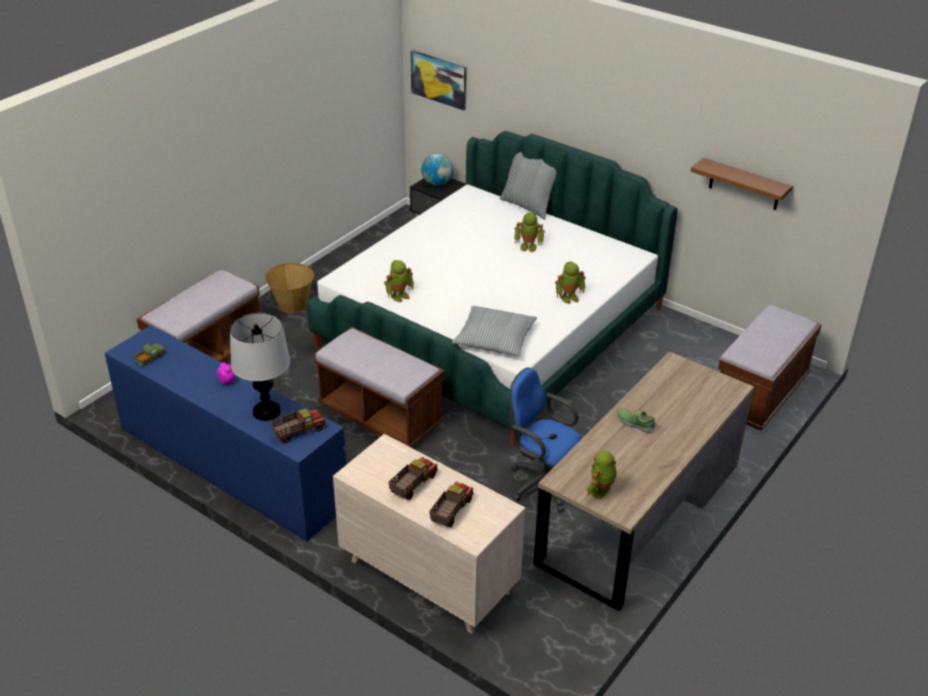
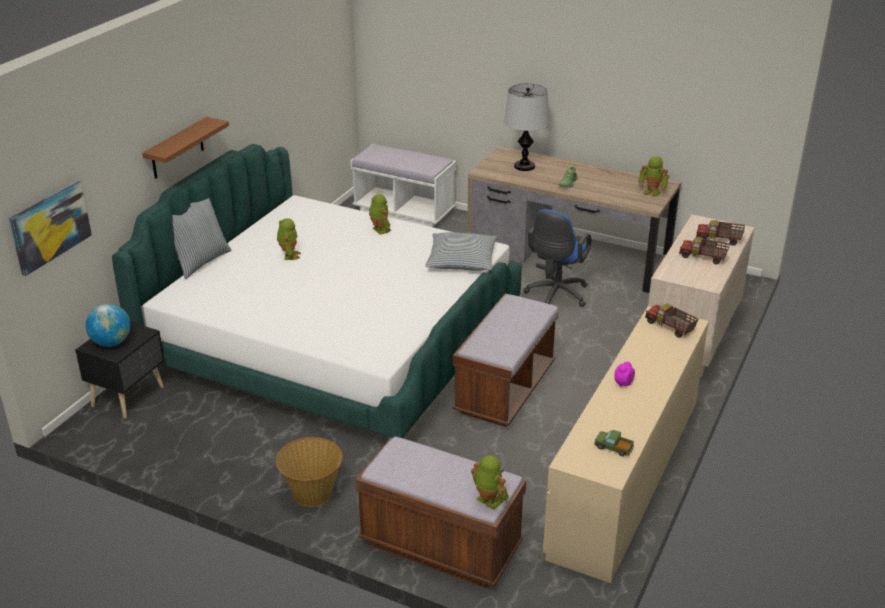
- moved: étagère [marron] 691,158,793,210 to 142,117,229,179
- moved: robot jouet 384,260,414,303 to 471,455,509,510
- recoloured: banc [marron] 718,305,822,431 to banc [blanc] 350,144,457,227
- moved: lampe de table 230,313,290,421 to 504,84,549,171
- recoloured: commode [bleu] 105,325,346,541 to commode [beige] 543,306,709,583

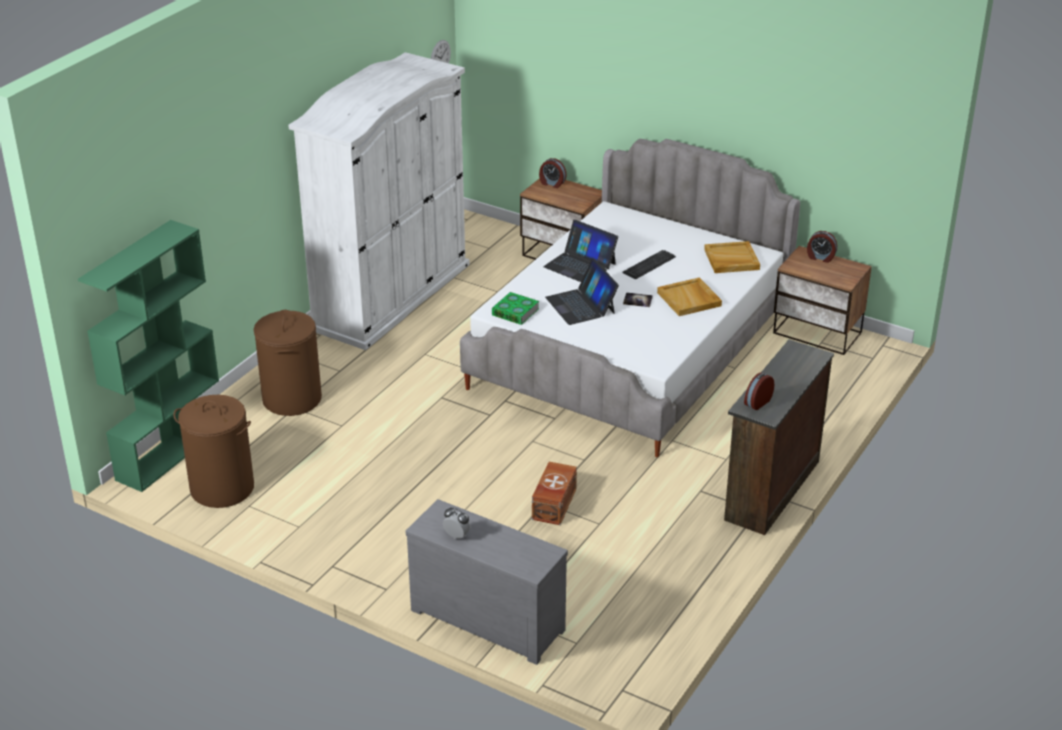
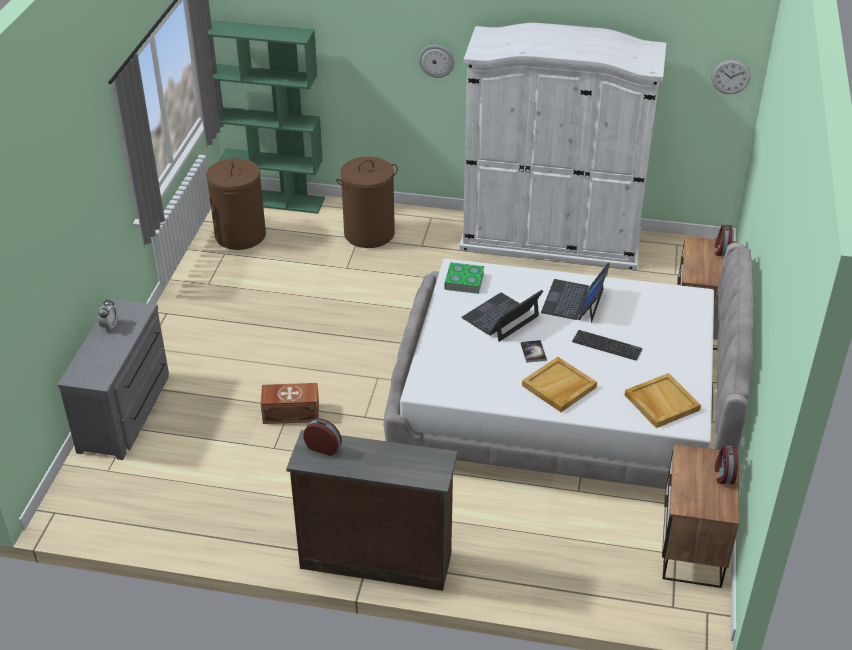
- added: horloge murale 418,45,455,78

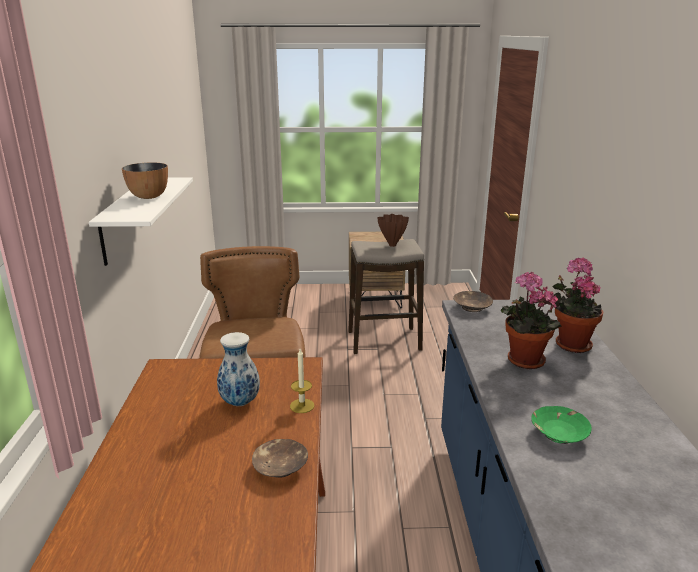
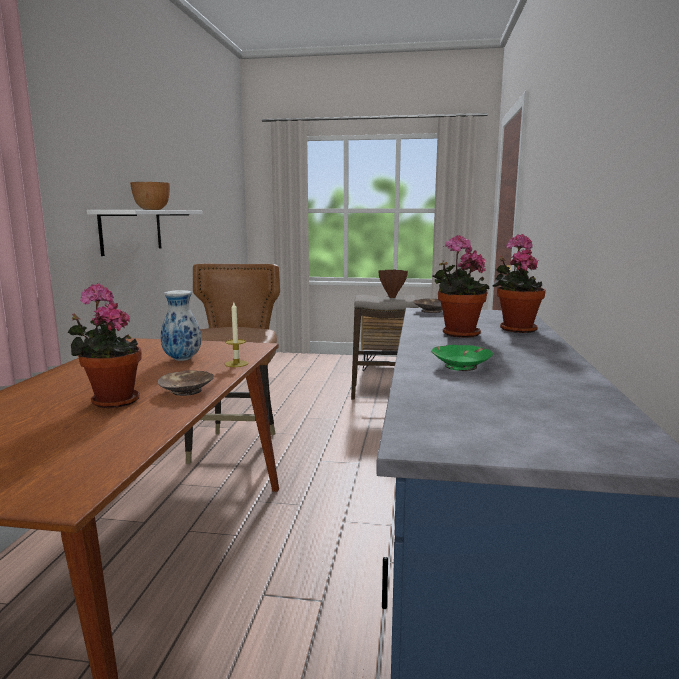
- added: plante en pot 68,284,142,408

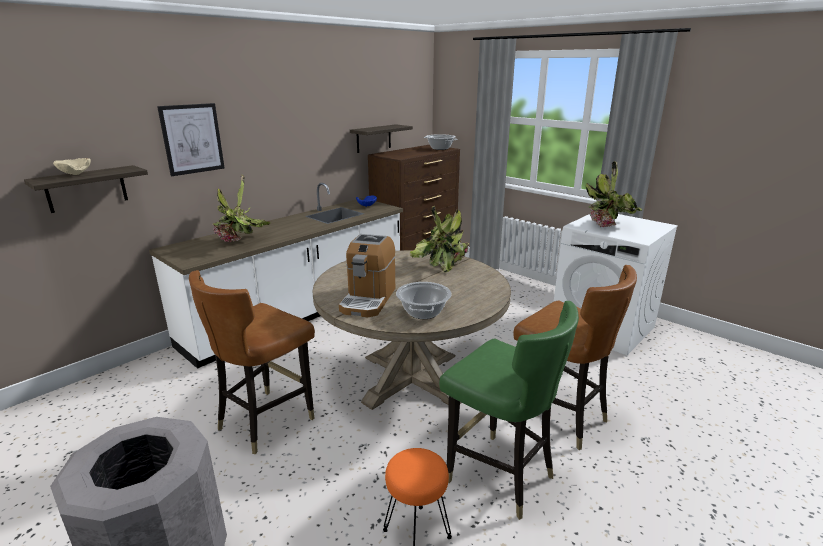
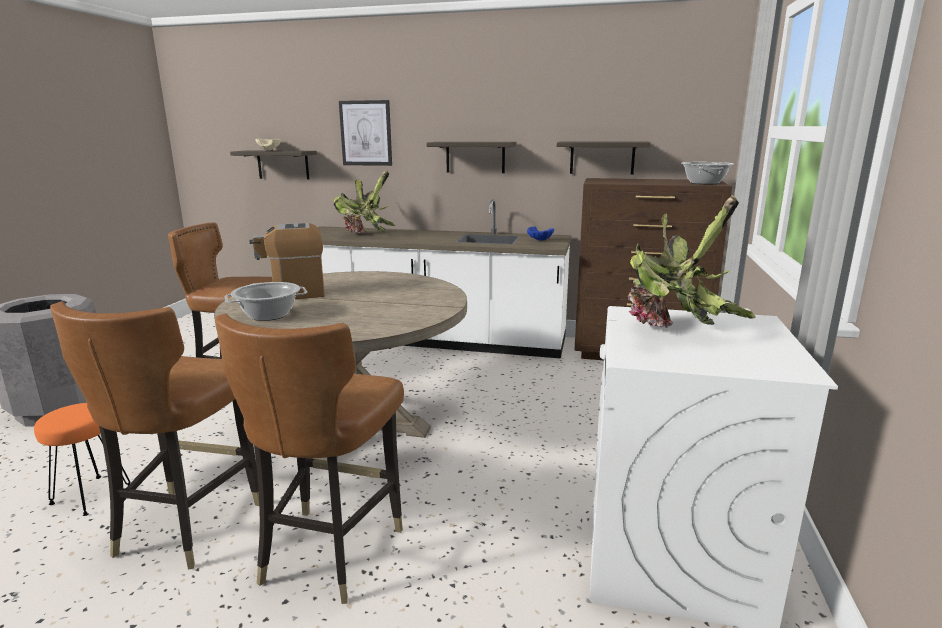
- removed: plante en pot 410,206,469,272
- recoloured: chaise [vert] 439,301,579,520 to chaise [marron] 50,301,259,570
- added: étagère 426,142,516,173

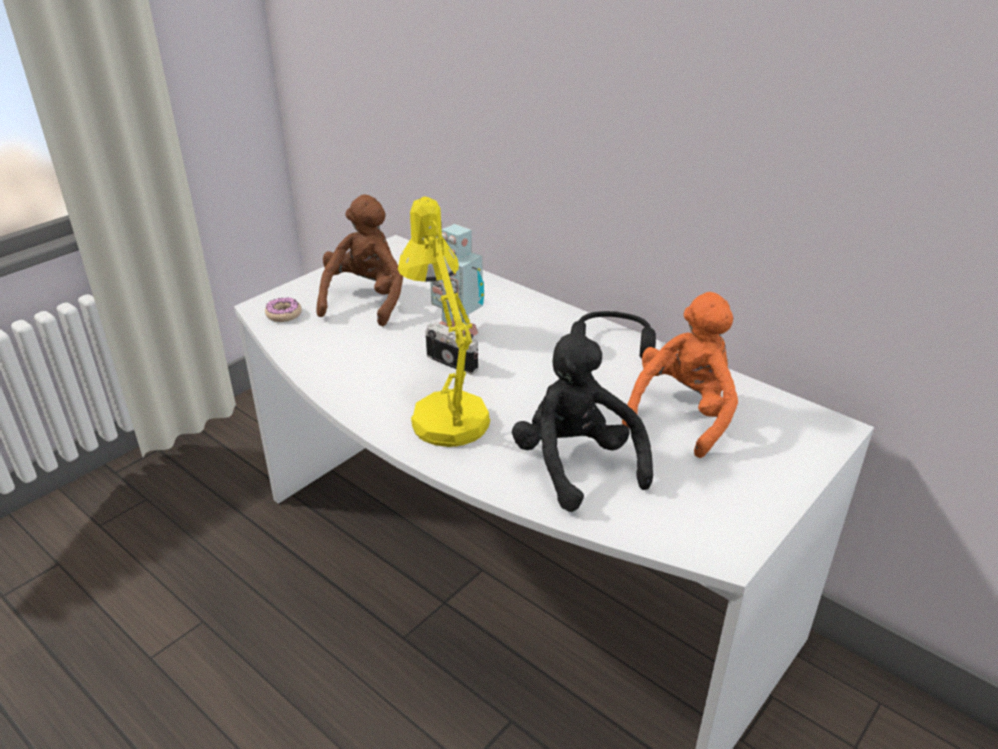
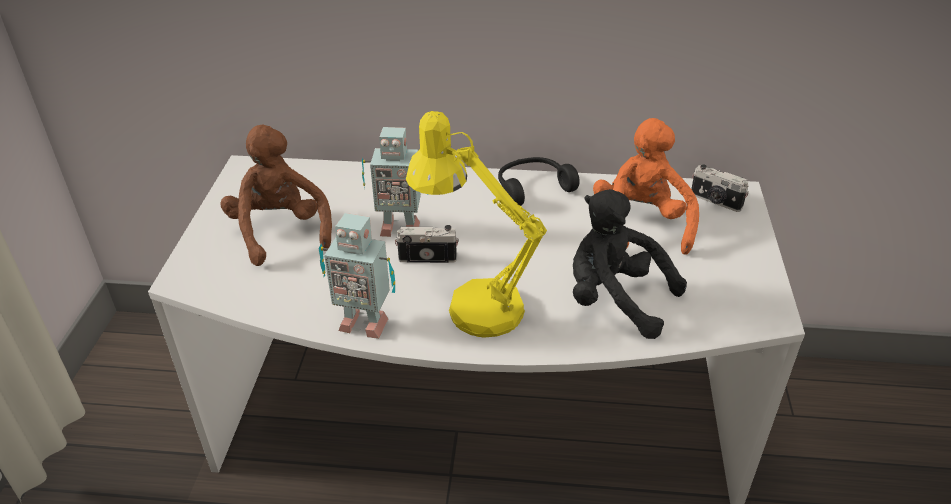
- removed: beignet 265,298,302,322
- added: appareil photo 691,164,749,212
- added: robot jouet 319,213,395,339

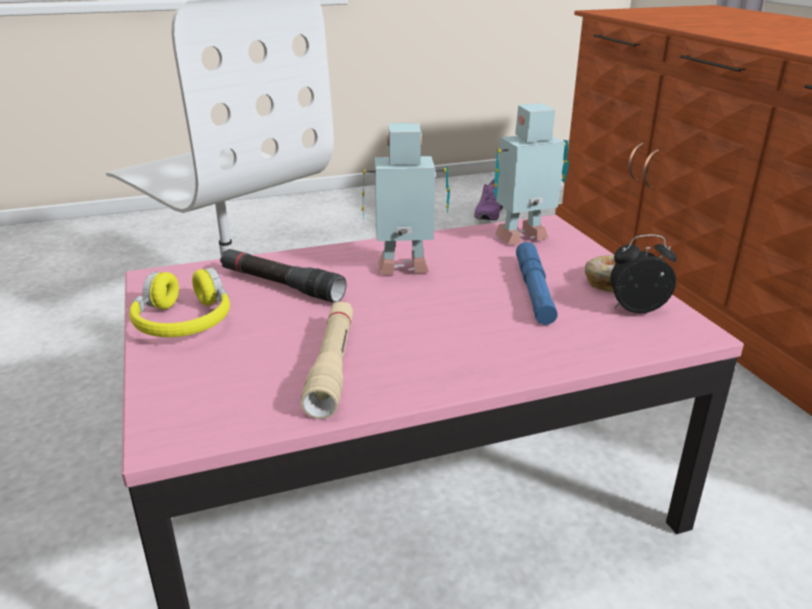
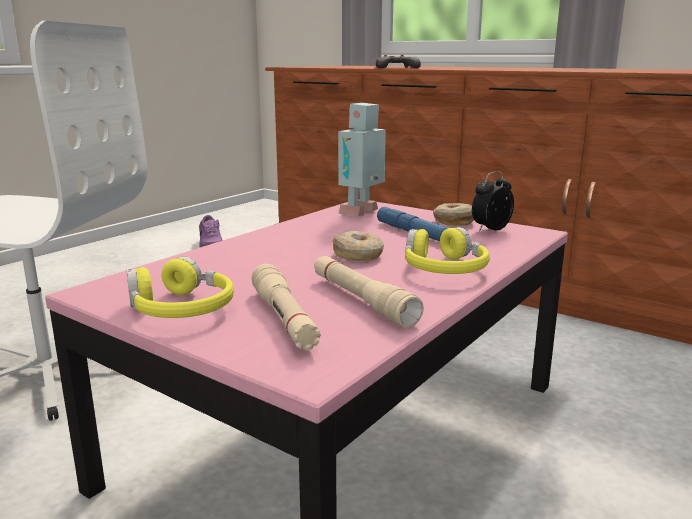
- removed: robot jouet 362,123,450,275
- removed: lampe de poche [noir] 220,249,346,303
- added: manette [gris] 376,55,421,68
- added: casque audio [jaune] 405,227,490,274
- added: beignet 332,231,384,261
- added: lampe de poche [beige] 252,264,321,350

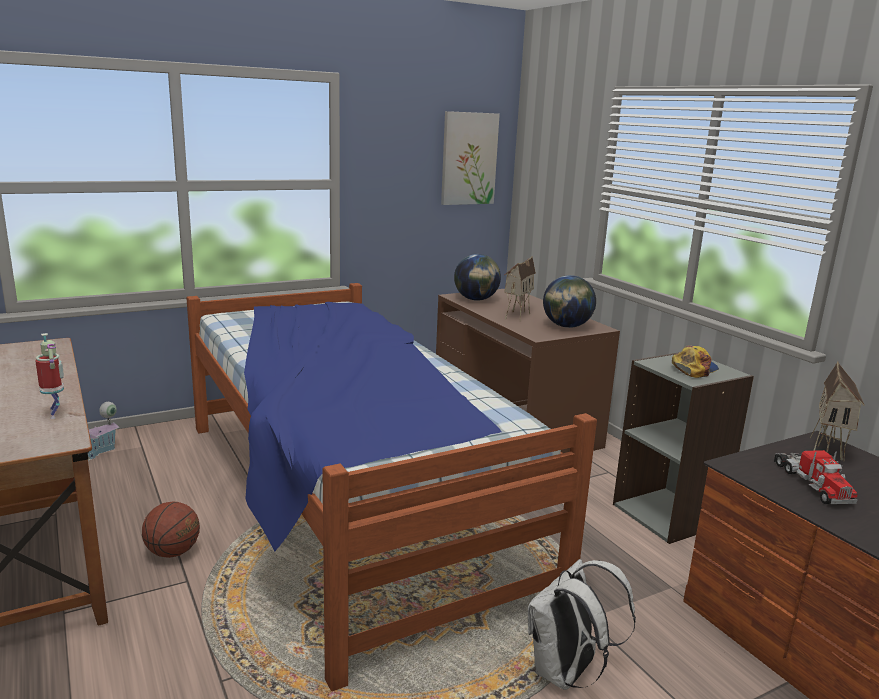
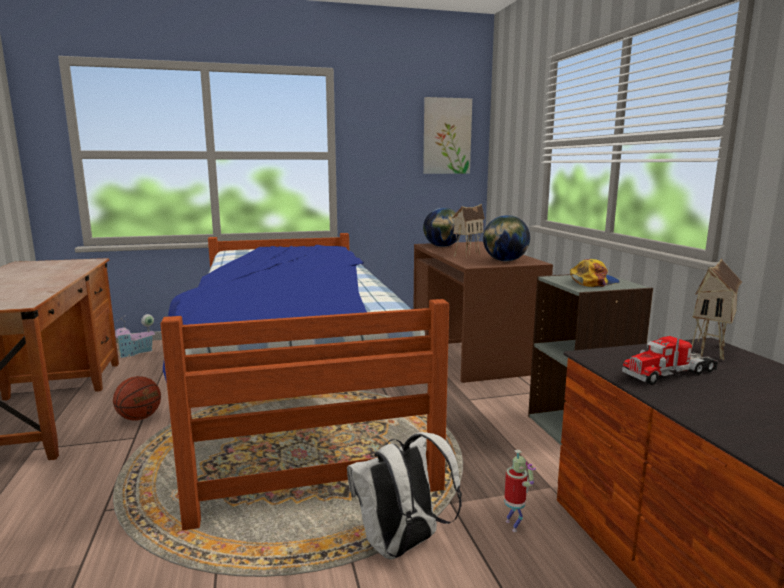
- moved: robot jouet 35,333,64,419 to 504,450,536,532
- turned: camion jouet 774,450,858,504 = 622,331,718,385 60 degrees clockwise

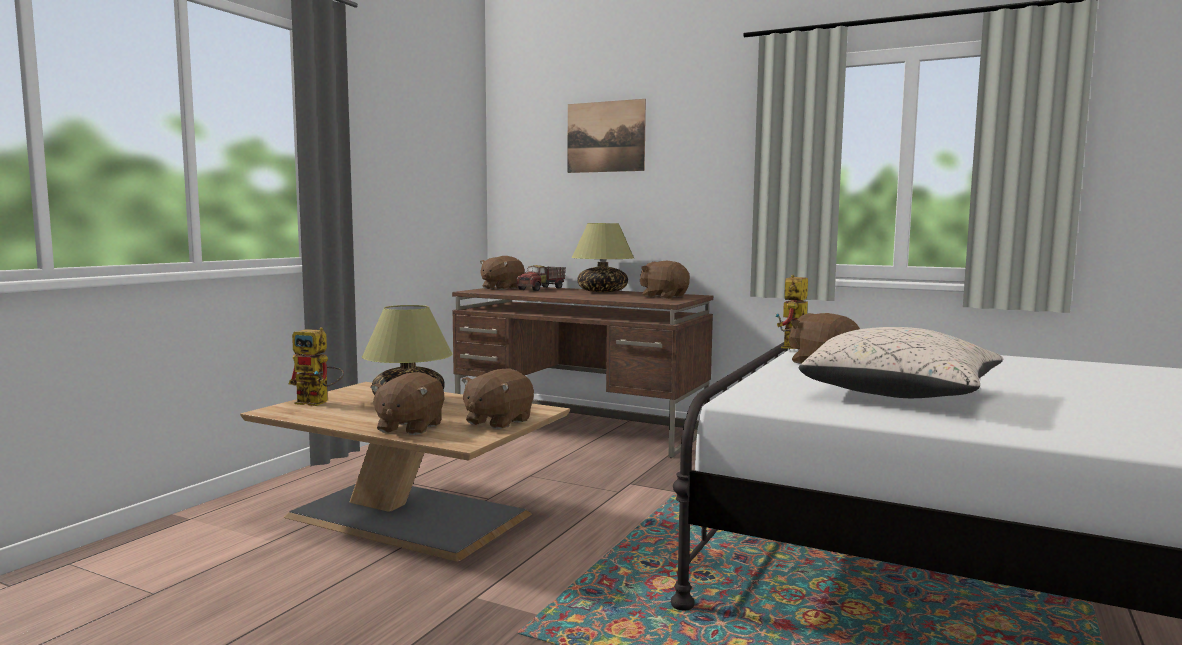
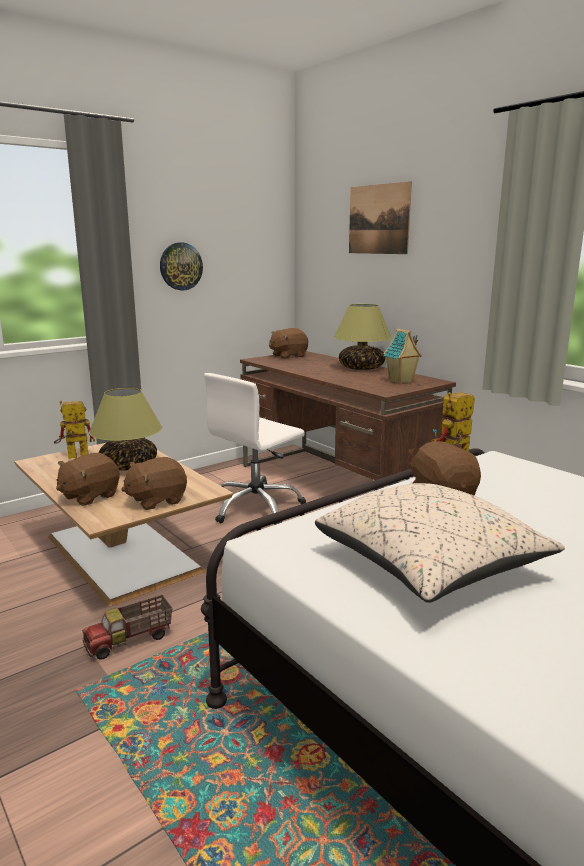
- replaced: peluche [marron] 640,261,690,299 to maison miniature 383,329,422,384
- moved: camion jouet 516,265,566,291 to 82,595,172,660
- turned: robot jouet 289,327,344,406 = 54,401,95,458 120 degrees clockwise
- added: horloge murale 160,243,203,290
- added: chaise de bureau [blanc] 204,373,306,525

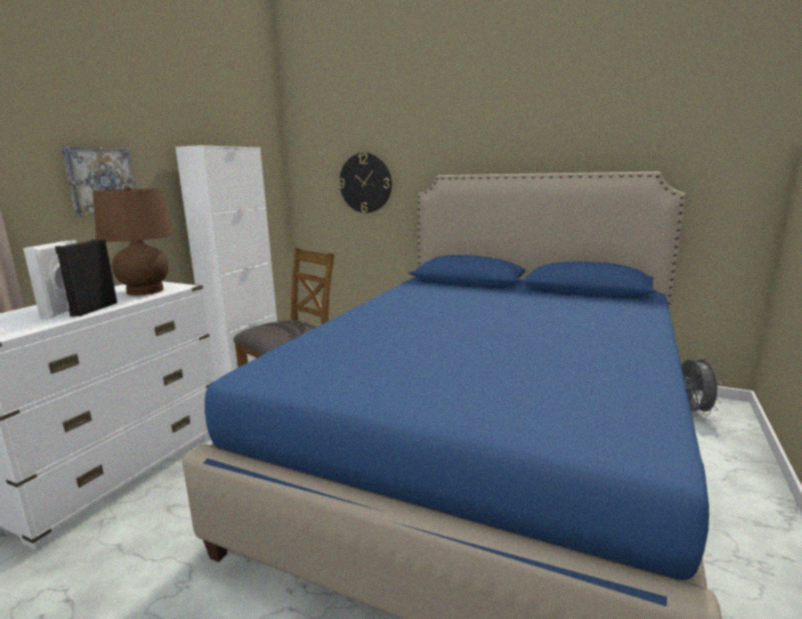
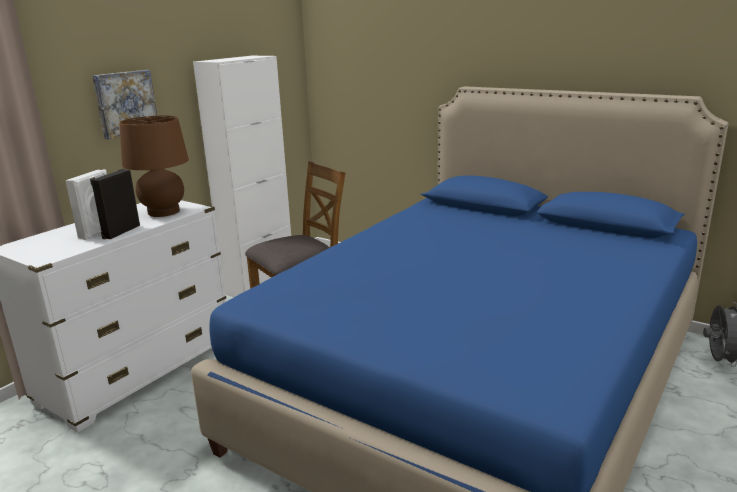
- removed: horloge murale 339,153,392,213

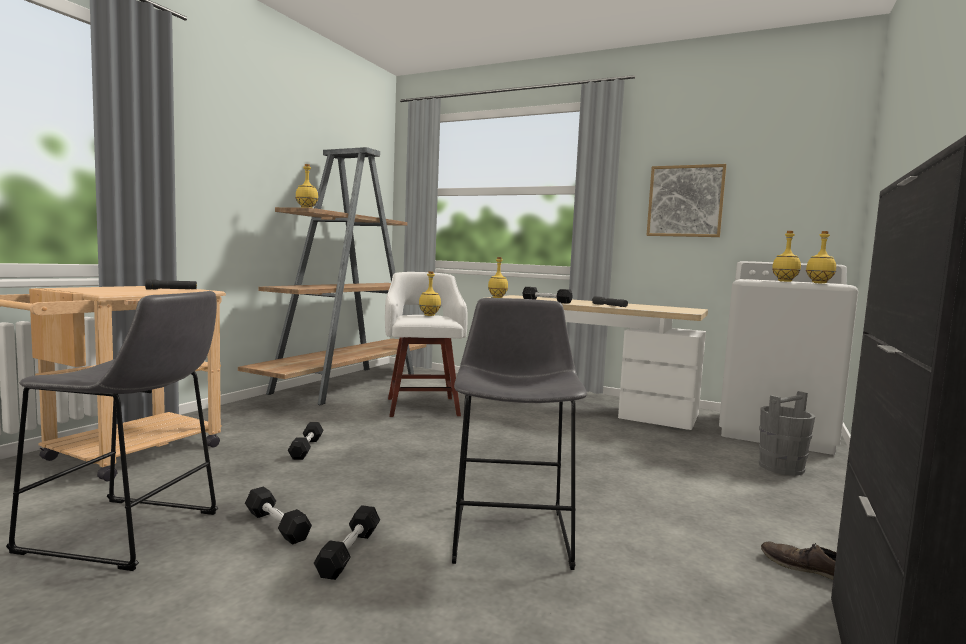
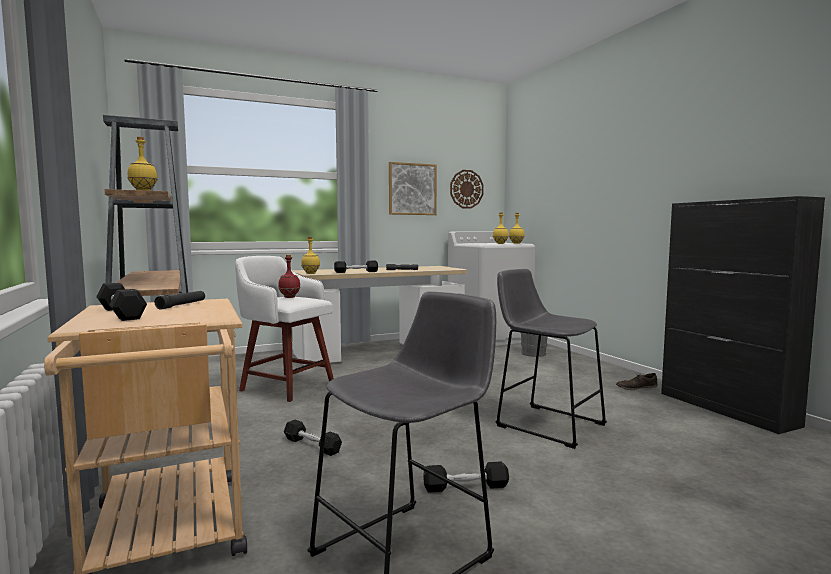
- recoloured: bouteille [jaune] 419,271,441,316 to bouteille [rouge] 278,255,300,298
- moved: haltère [noir] 314,505,380,580 to 96,283,147,321
- added: horloge murale 450,170,484,209

